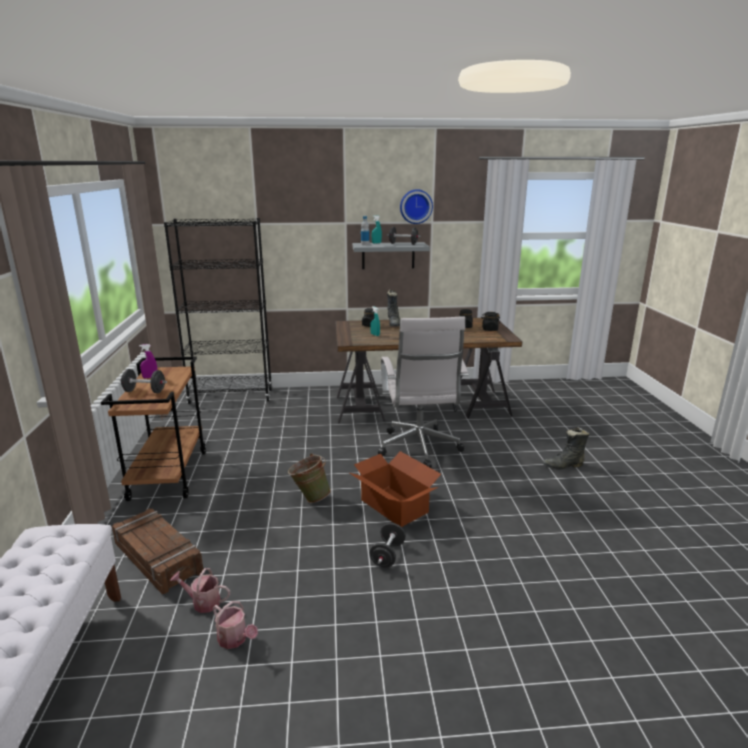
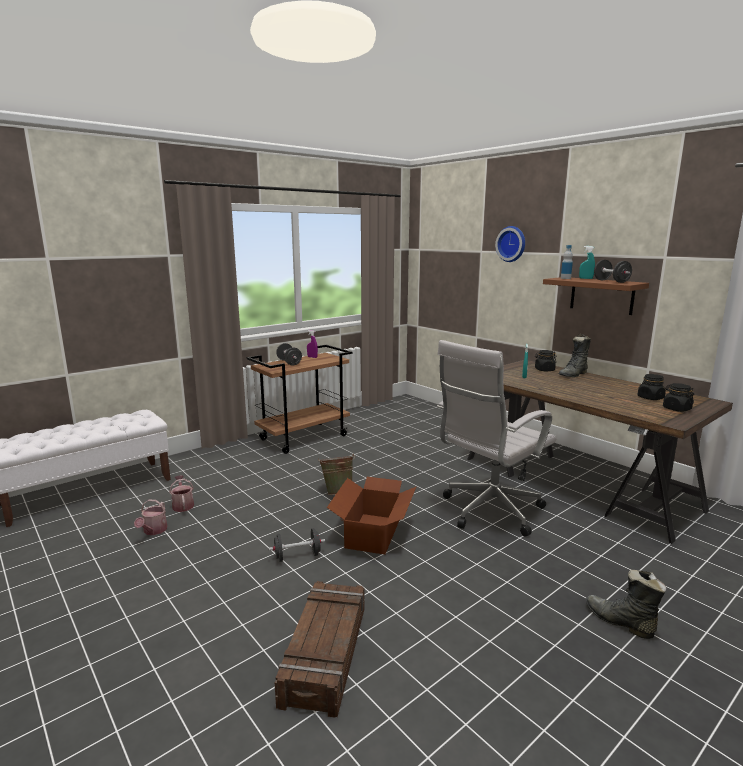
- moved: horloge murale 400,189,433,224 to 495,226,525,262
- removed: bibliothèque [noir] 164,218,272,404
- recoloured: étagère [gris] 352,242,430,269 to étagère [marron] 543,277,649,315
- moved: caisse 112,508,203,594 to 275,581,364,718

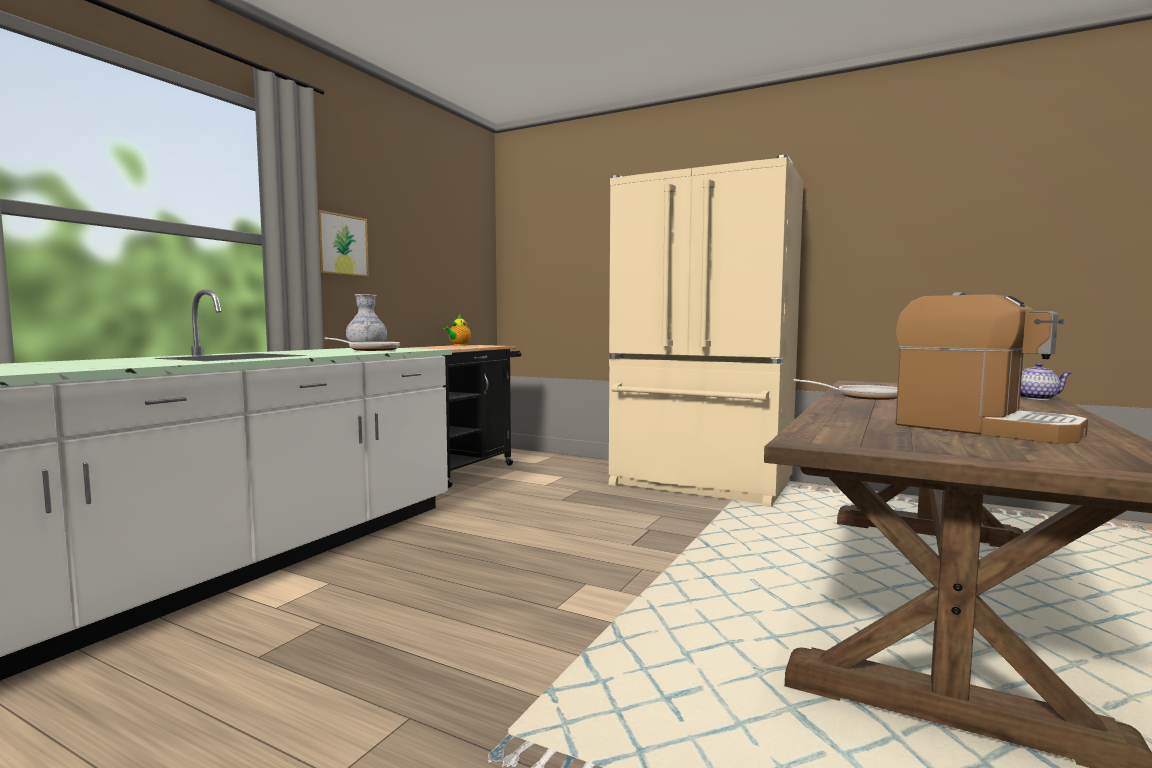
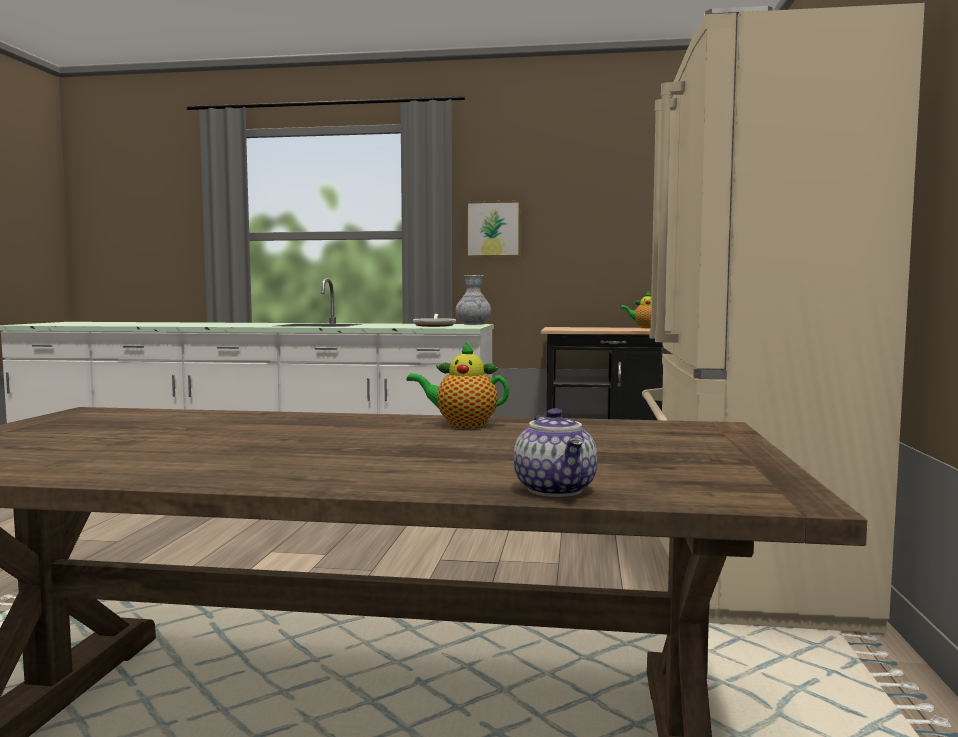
- removed: machine à café 896,292,1088,443
- replaced: poêle 793,379,898,400 to théière 407,341,509,428

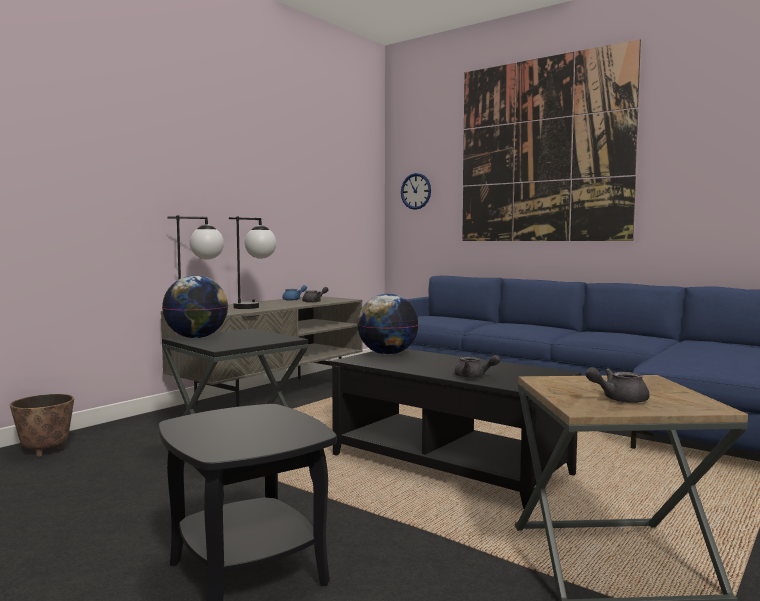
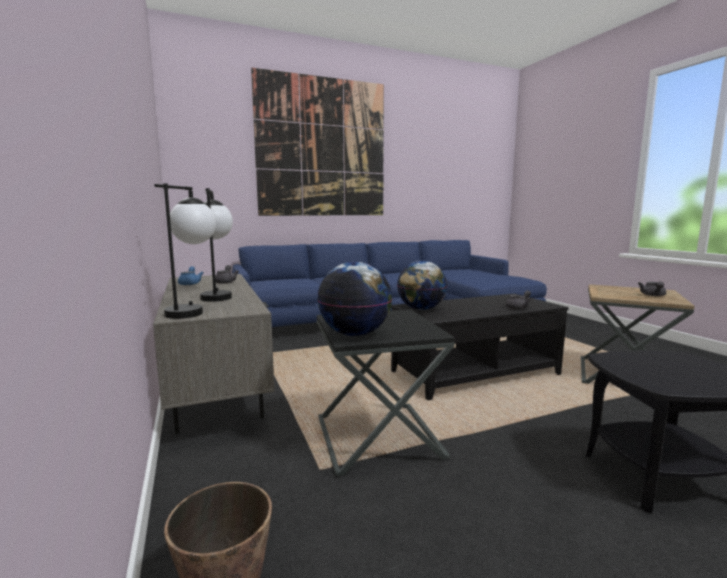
- removed: horloge murale 401,173,431,210

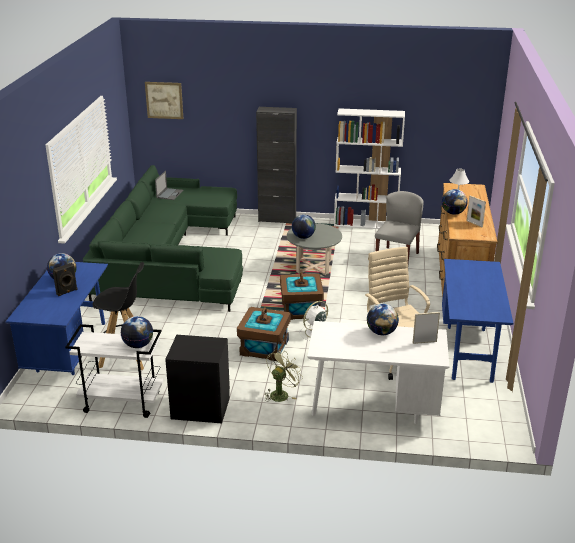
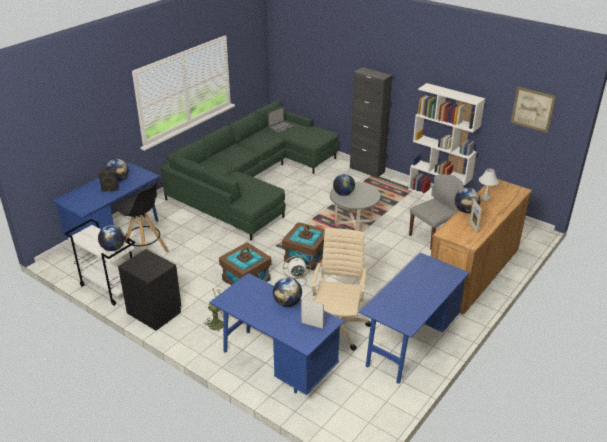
- moved: tableau 145,82,183,119 to 511,87,556,133
- recoloured: bureau [blanc] 307,321,449,424 to bureau [bleu] 209,273,344,395

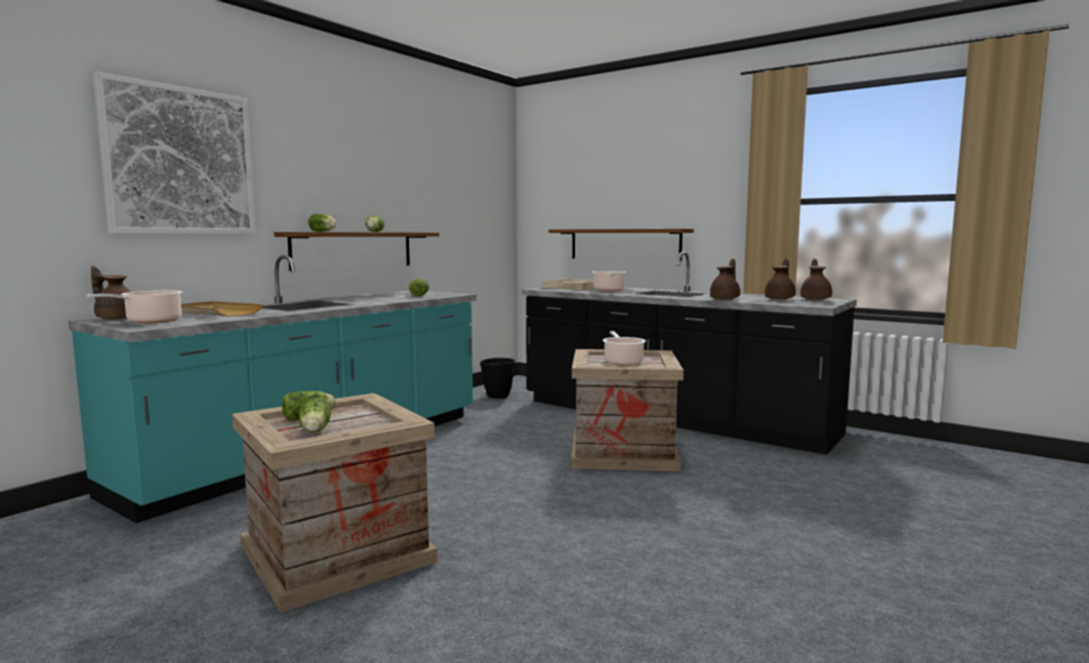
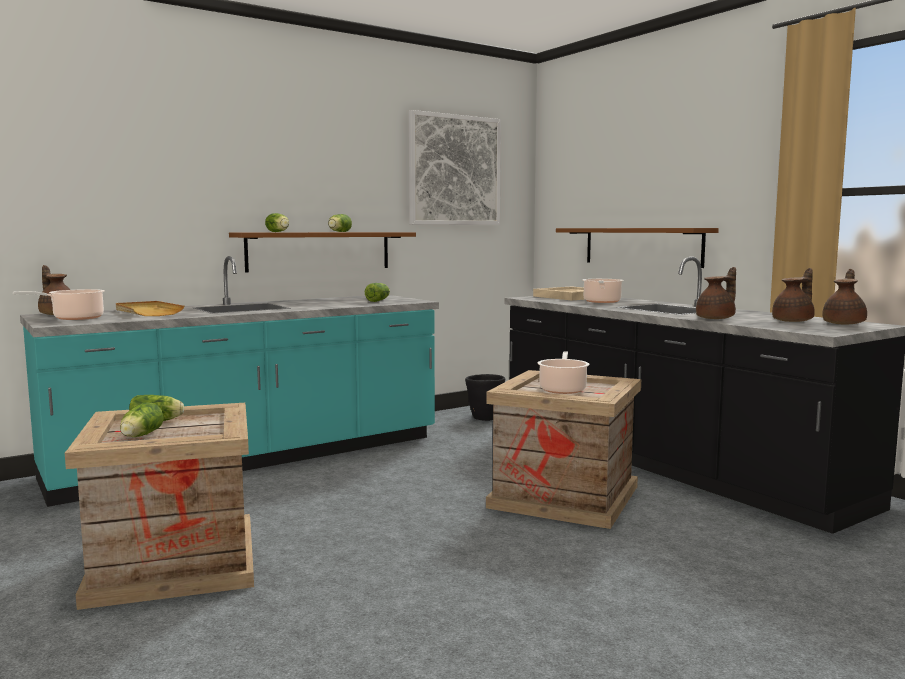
- moved: tableau 93,72,256,234 to 409,110,501,225

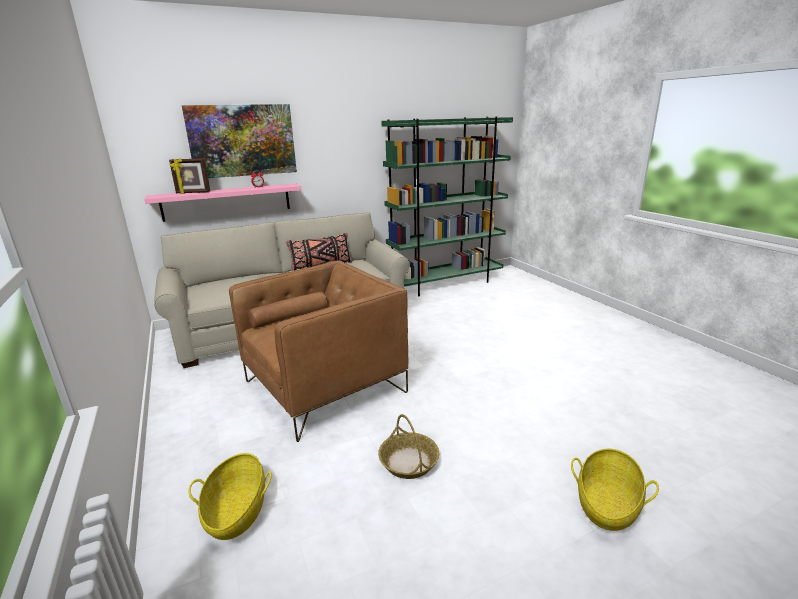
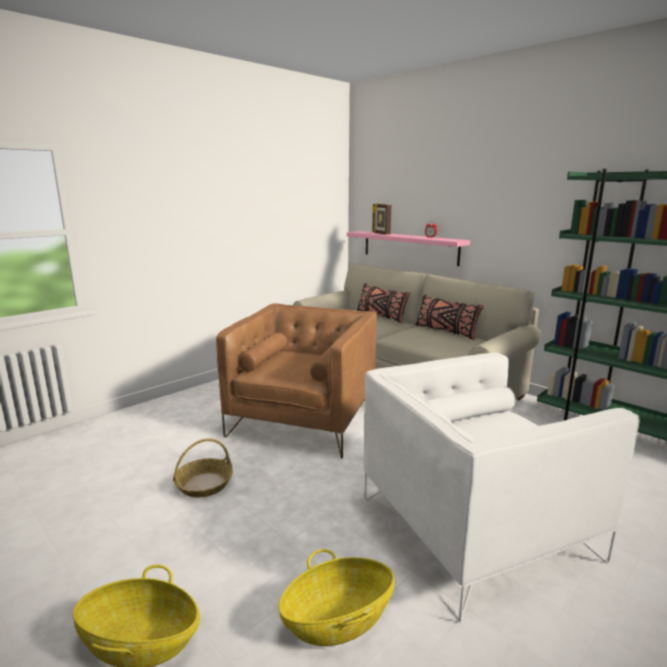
- removed: tableau 182,104,297,178
- turned: fauteuil [marron] 229,260,408,442 = 216,303,377,459 105 degrees counterclockwise
- moved: panier 188,453,272,540 to 279,549,395,646
- added: coussin [noir] 357,283,410,323
- added: fauteuil [blanc] 364,352,640,622

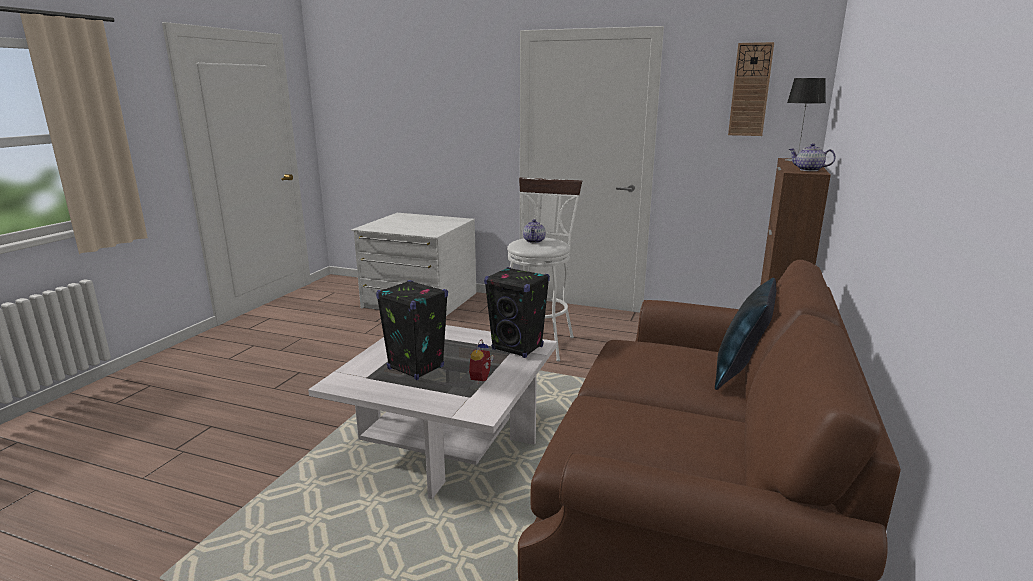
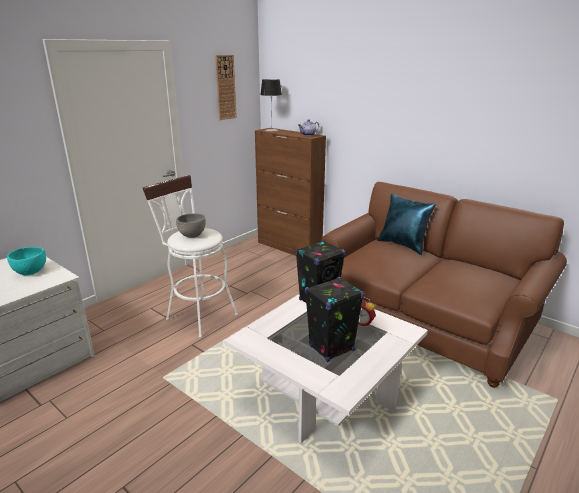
- replaced: théière 523,219,546,243 to bol [gris] 176,213,206,238
- added: bol [turquoise] 7,247,46,276

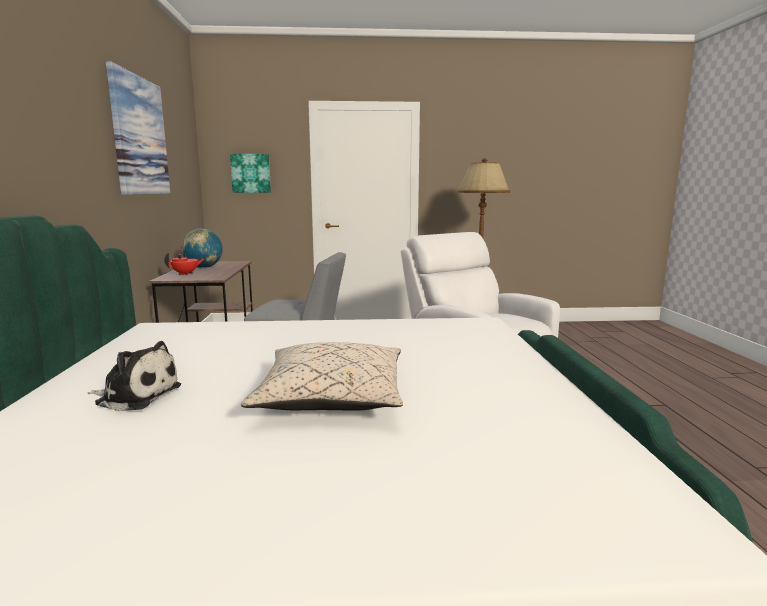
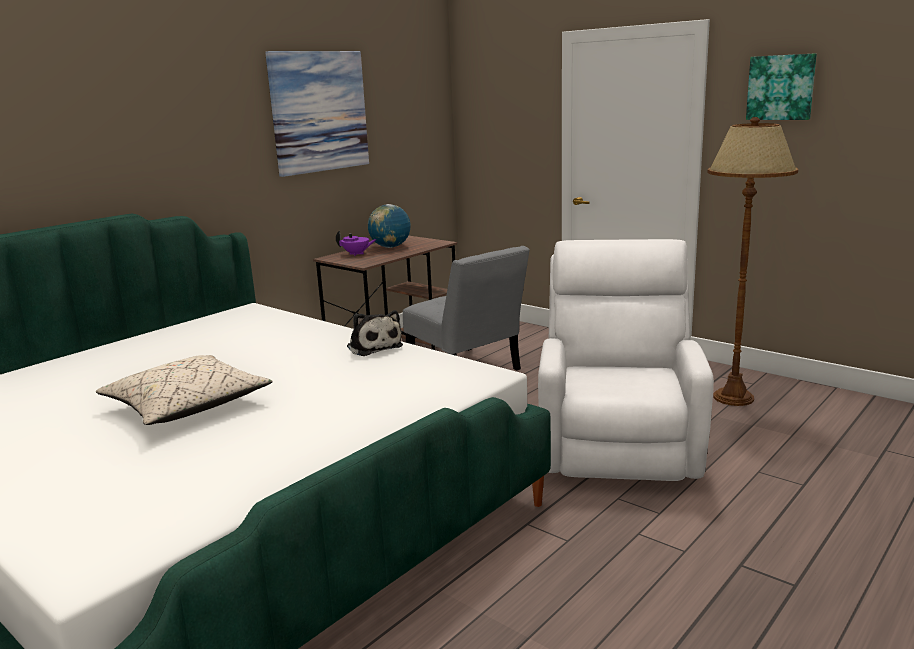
- moved: tableau 230,154,271,193 to 746,54,817,120
- recoloured: théière [rouge] 164,252,204,275 to théière [violet] 336,230,377,256
- moved: peluche 88,341,181,411 to 347,310,403,356

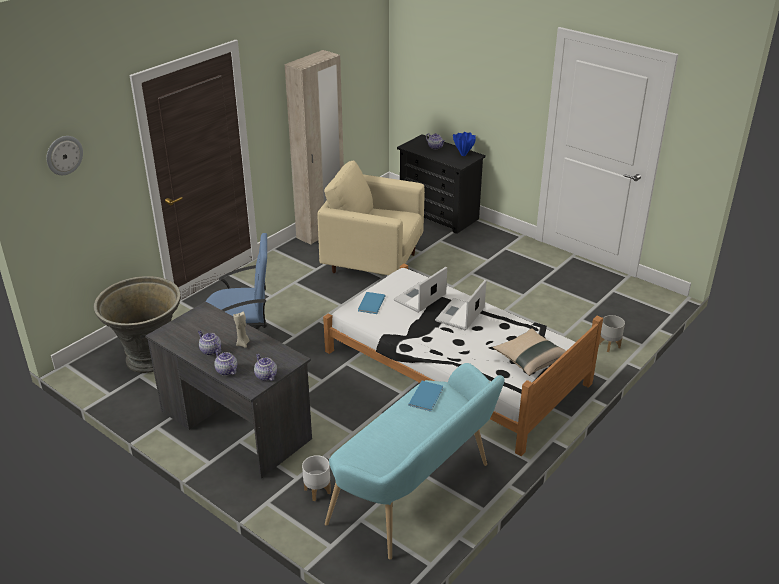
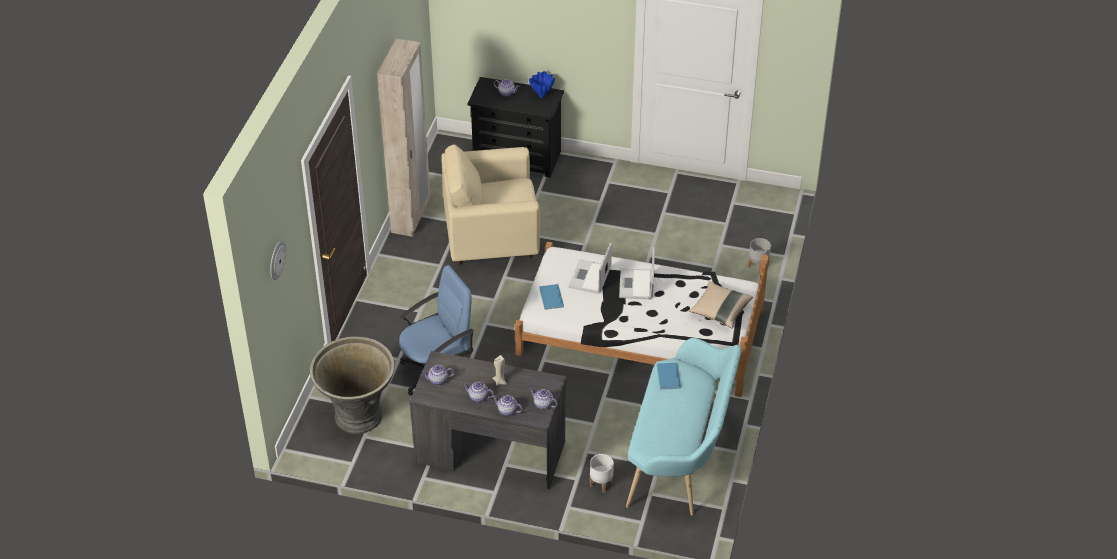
- added: théière 421,365,454,385

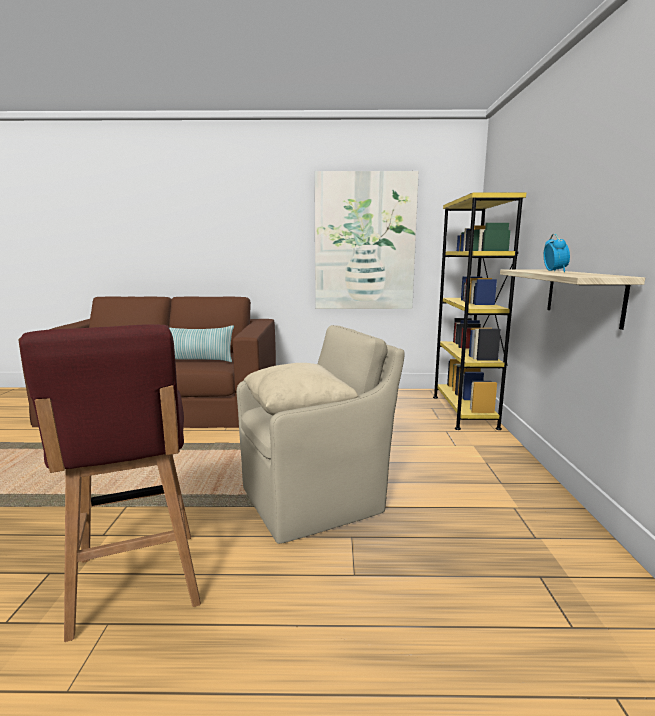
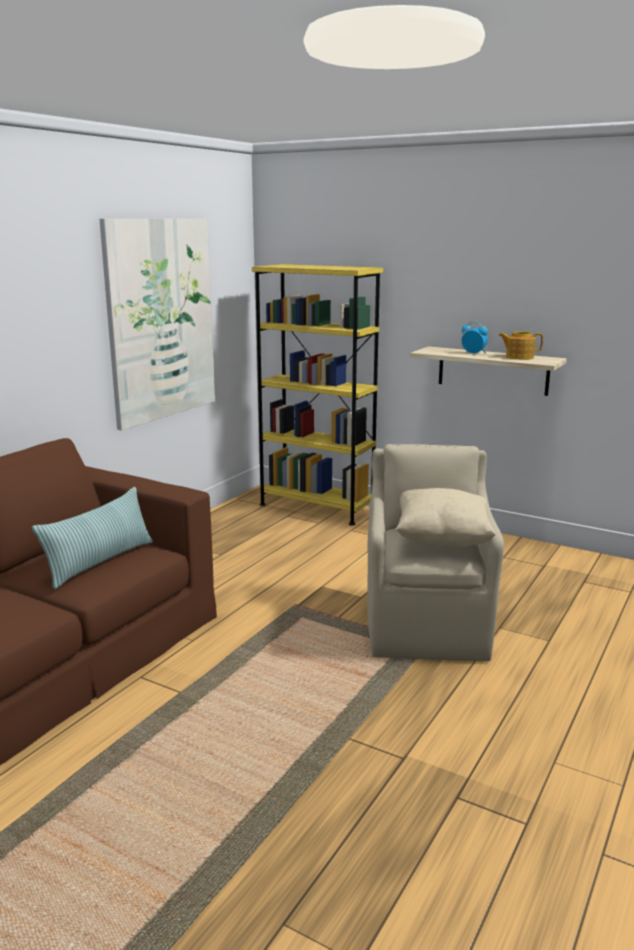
- removed: tabouret [rouge] 19,324,201,642
- added: théière 499,332,543,360

